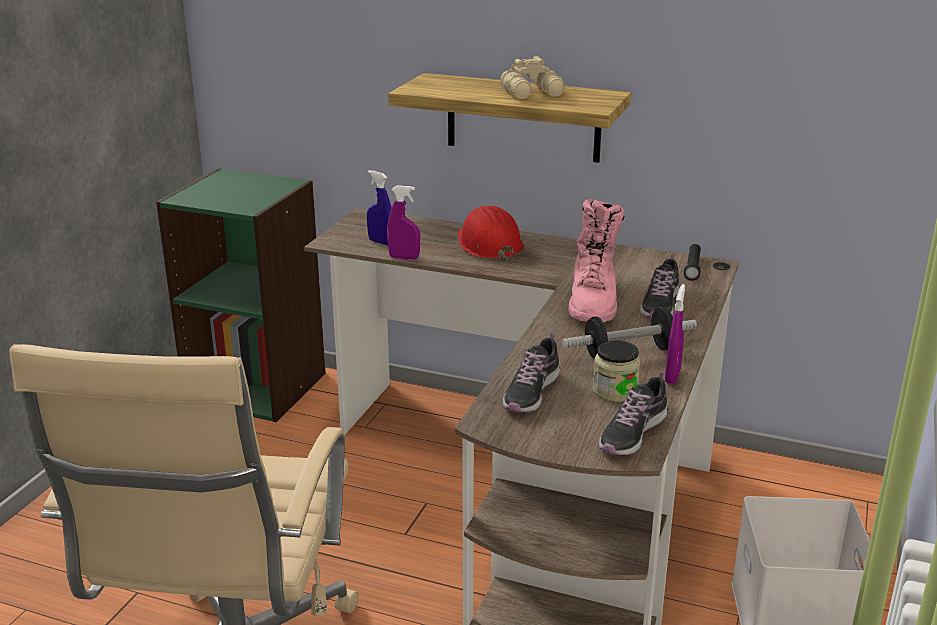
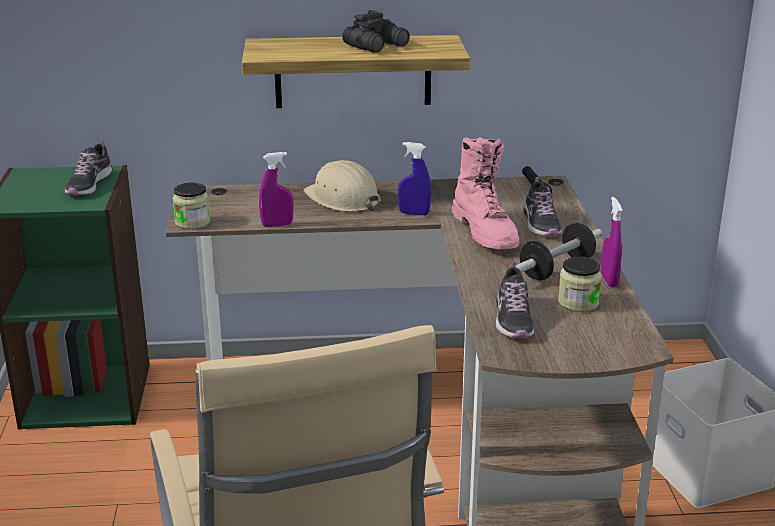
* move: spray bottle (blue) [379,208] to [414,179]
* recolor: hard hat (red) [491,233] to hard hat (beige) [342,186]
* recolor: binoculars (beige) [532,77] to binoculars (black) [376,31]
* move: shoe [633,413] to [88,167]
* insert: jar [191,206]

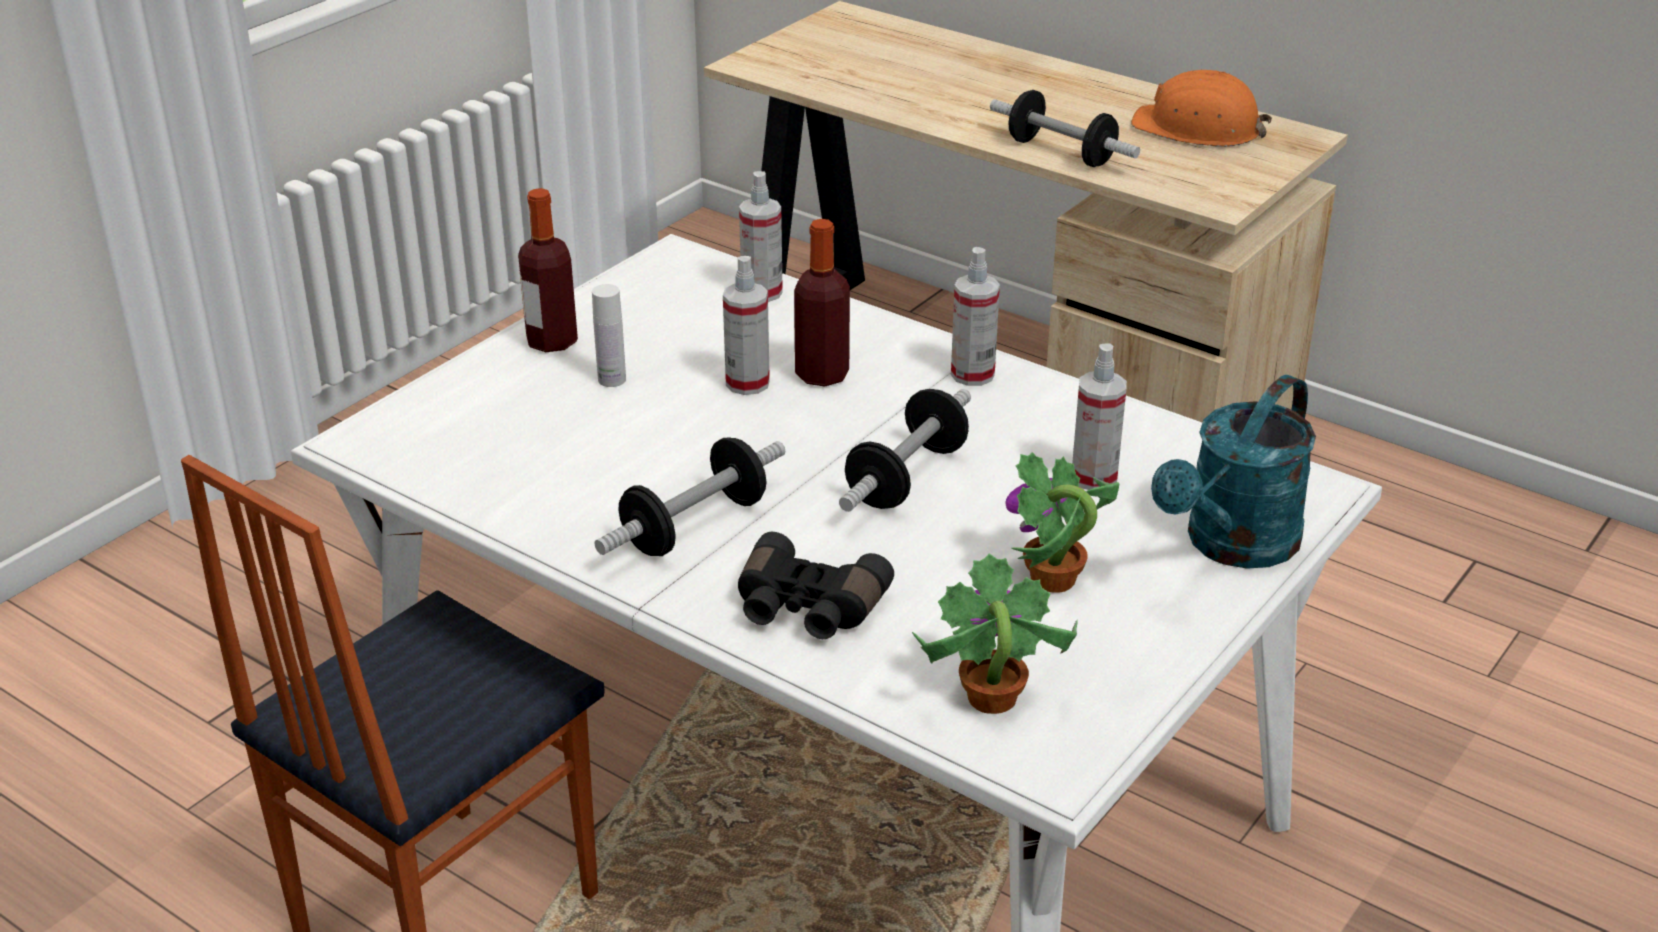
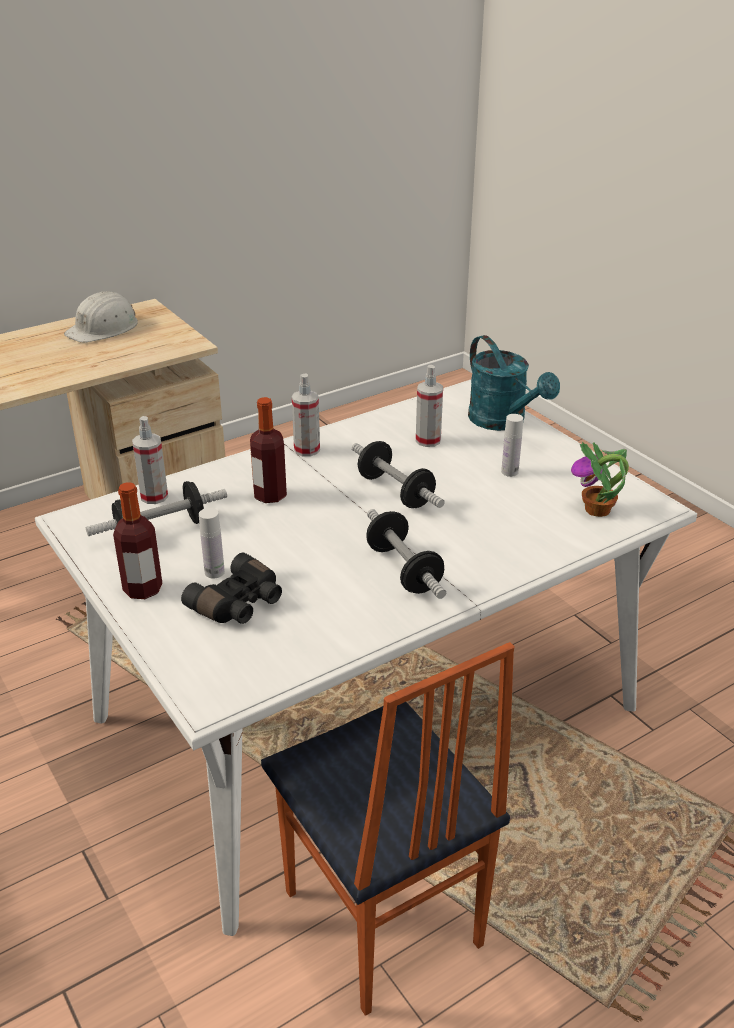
* delete: spray bottle [746,325]
* move: binoculars (black) [816,585] to [231,588]
* move: dumbbell [1065,128] to [156,508]
* replace: potted plant [1062,522] to bottle (white) [512,445]
* recolor: hard hat (orange) [1201,108] to hard hat (white) [101,317]

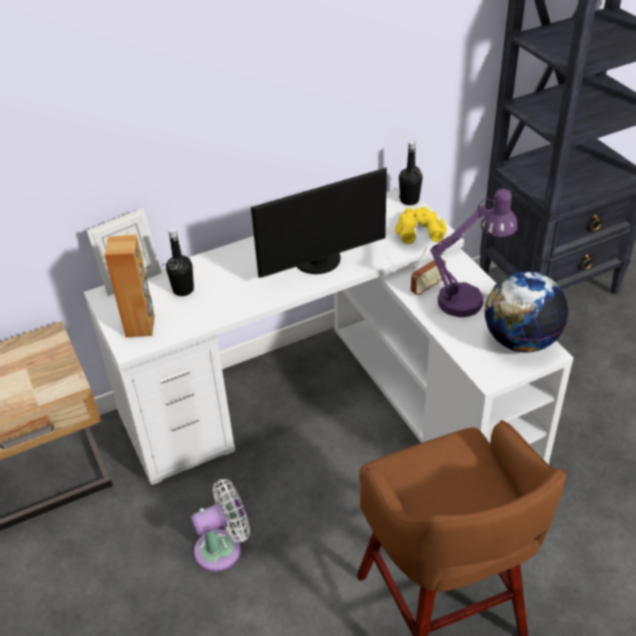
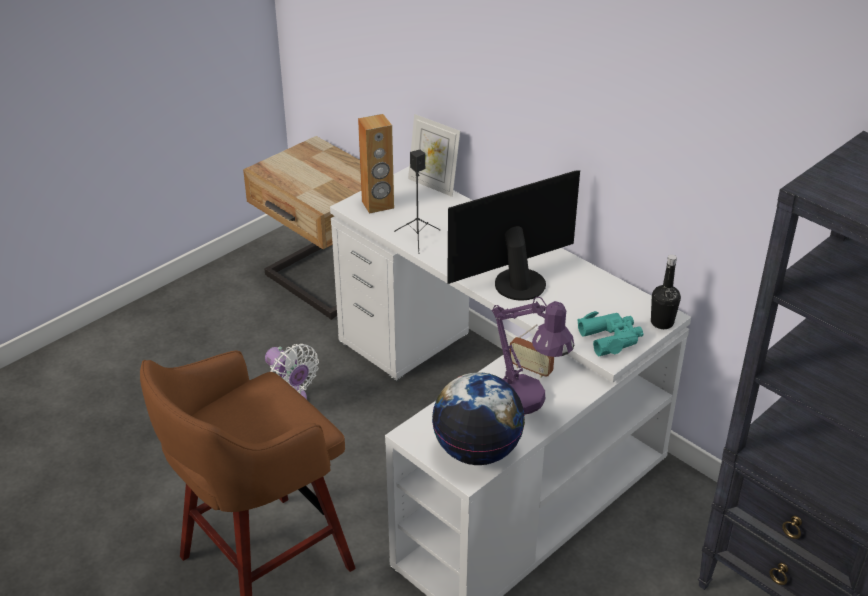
* delete: bottle (black) [180,262]
* rotate: monitor [319,222] = [513,235] 105 degrees clockwise
* recolor: binoculars (yellow) [421,225] to binoculars (turquoise) [611,333]
* insert: speaker (black) [417,202]

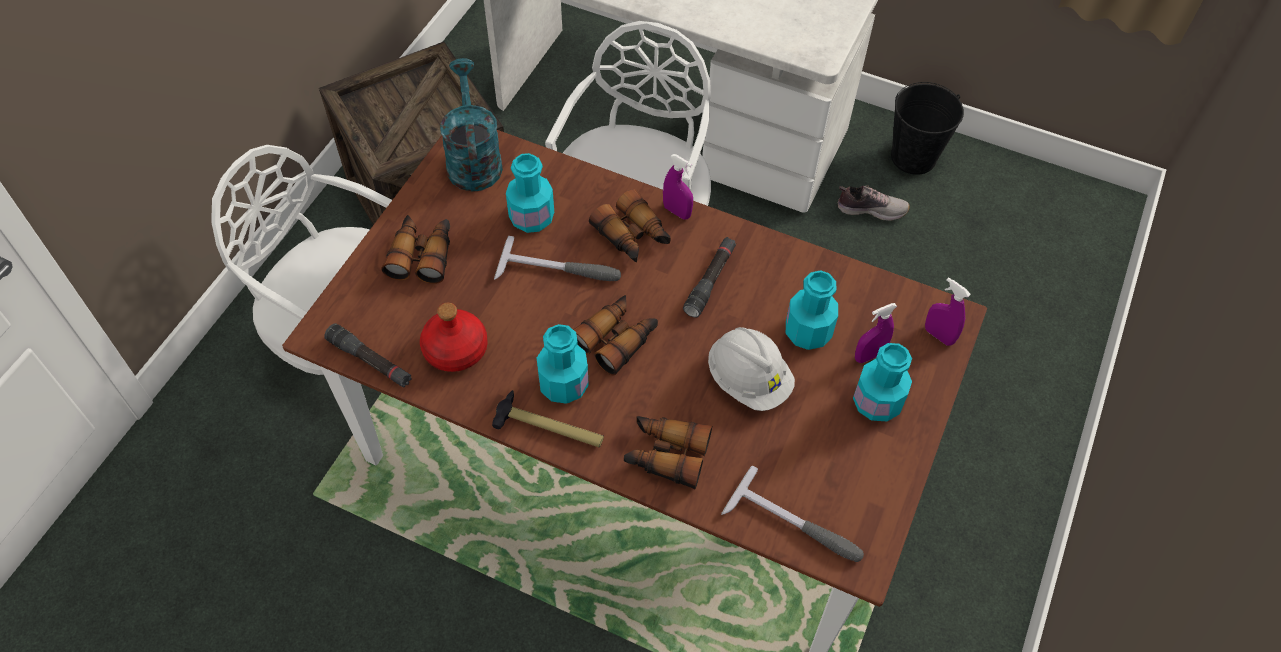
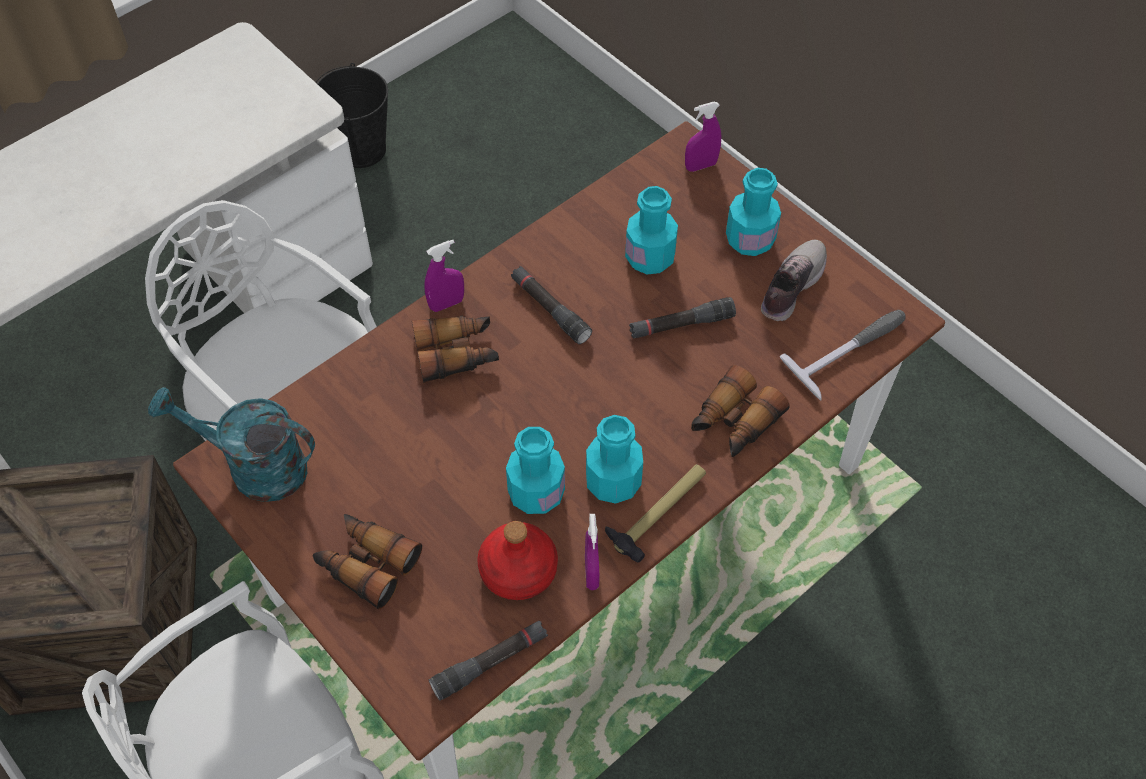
* delete: hammer [557,258]
* move: bottle (turquoise) [530,193] to [535,470]
* delete: binoculars [615,335]
* replace: hard hat (white) [751,369] to flashlight (black) [682,318]
* move: shoe [874,203] to [794,280]
* move: spray bottle (purple) [876,333] to [592,552]

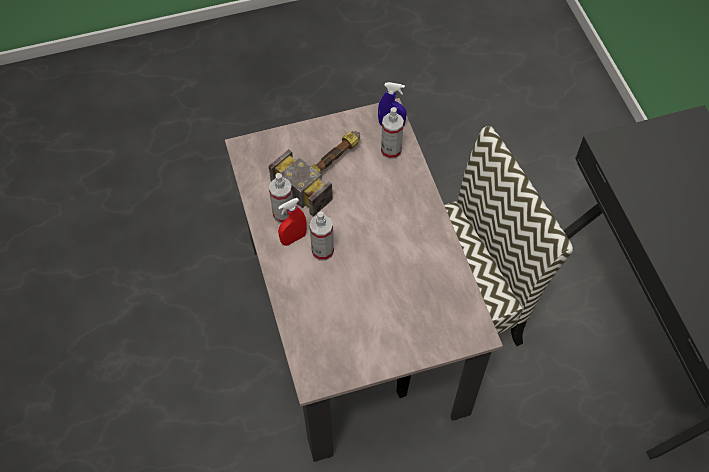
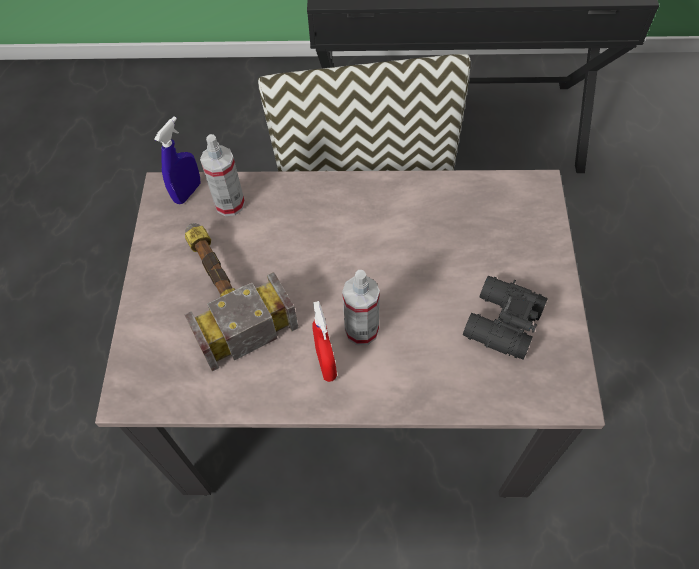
* delete: spray bottle [281,198]
* insert: binoculars (black) [505,318]

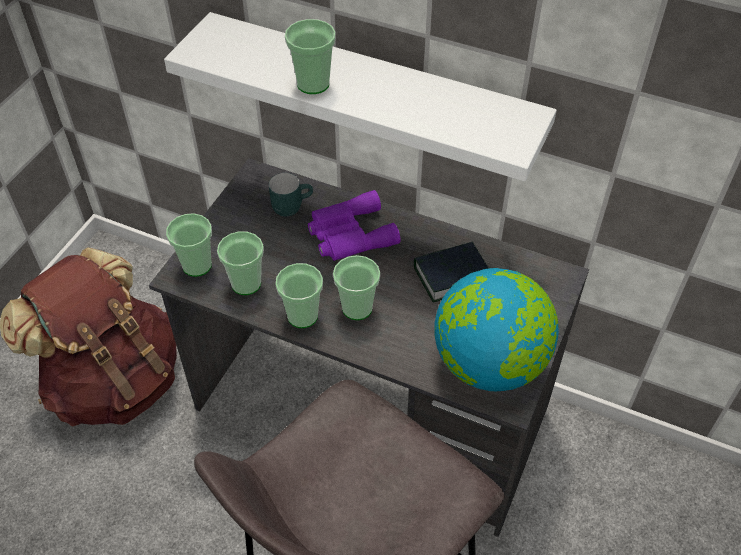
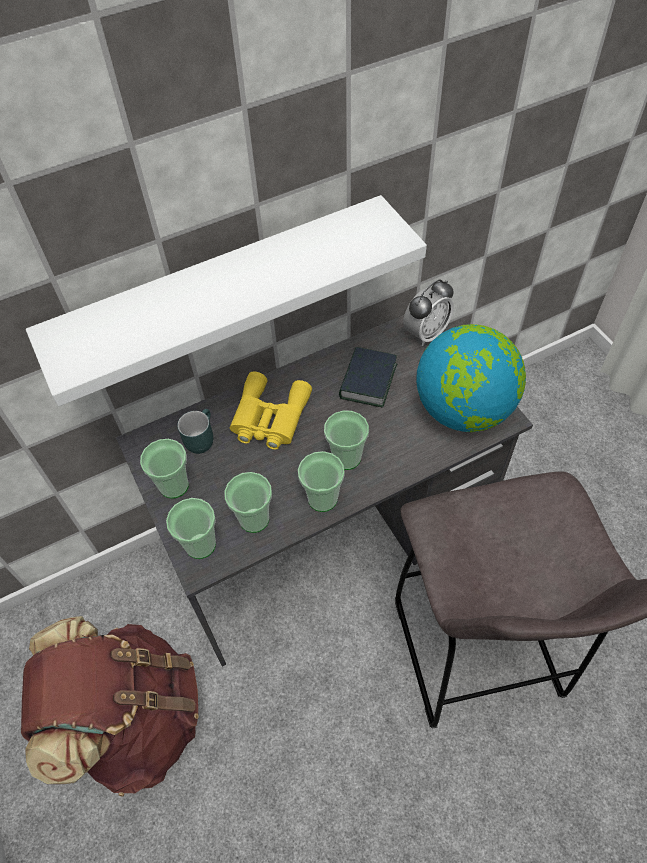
* move: cup [310,56] to [164,469]
* recolor: binoculars (purple) [354,225] to binoculars (yellow) [271,411]
* insert: alarm clock [428,312]

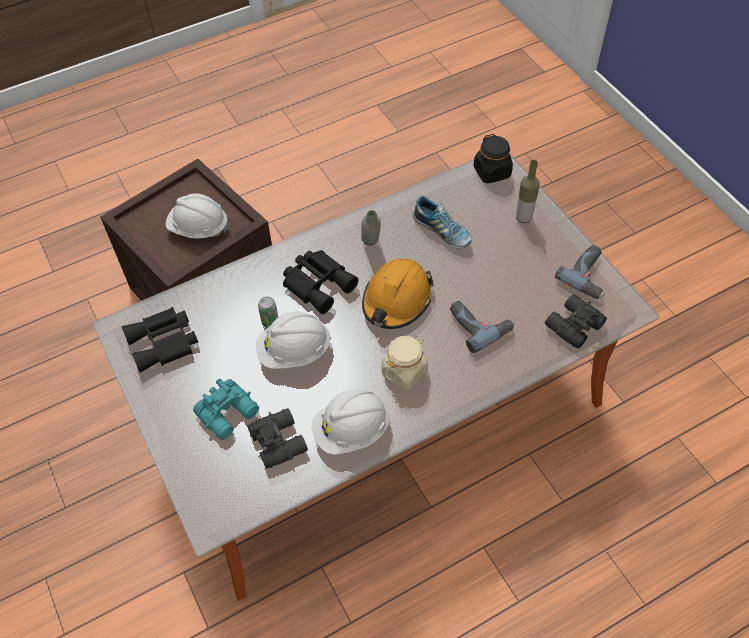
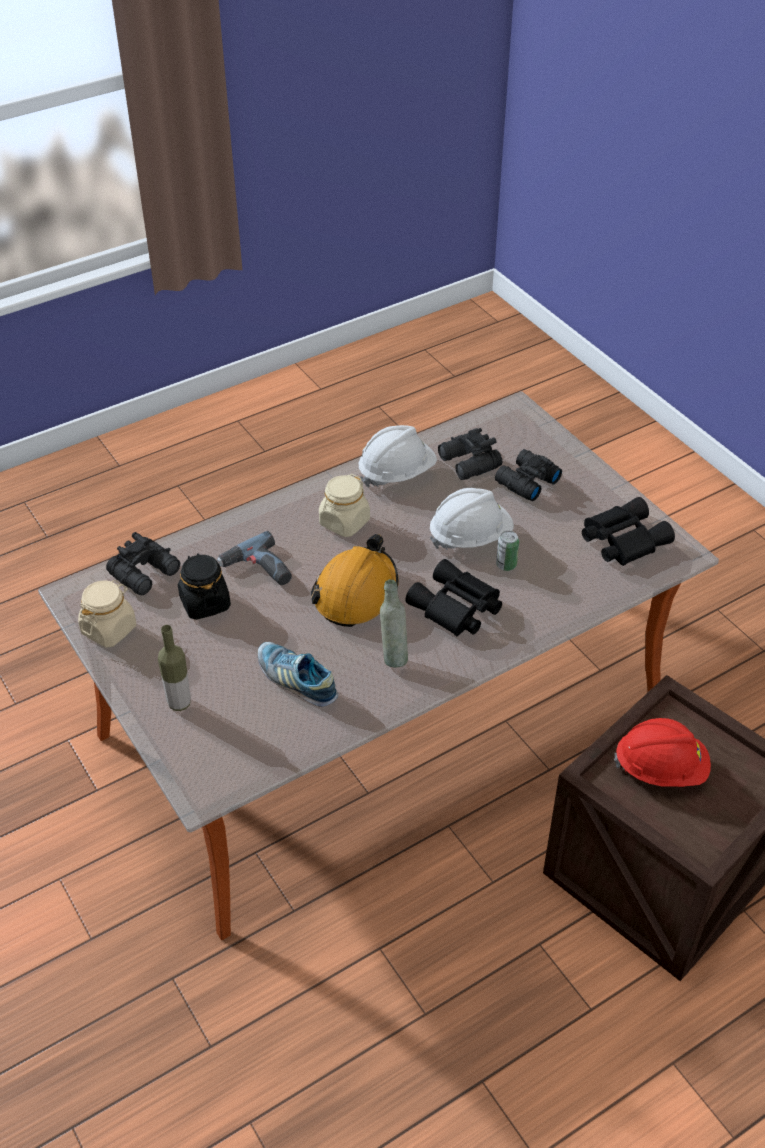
* recolor: hard hat (white) [197,216] to hard hat (red) [662,752]
* recolor: binoculars (turquoise) [226,409] to binoculars (black) [528,475]
* move: jar (black) [493,159] to [204,586]
* replace: power drill [579,272] to jar (beige) [107,613]

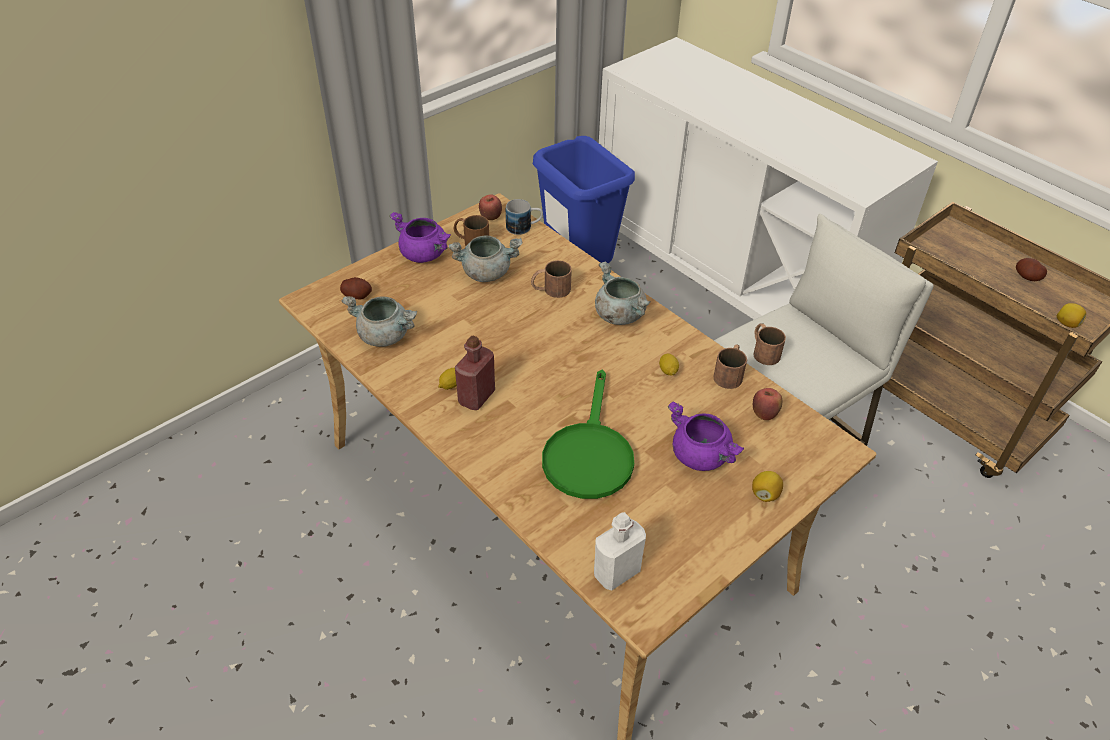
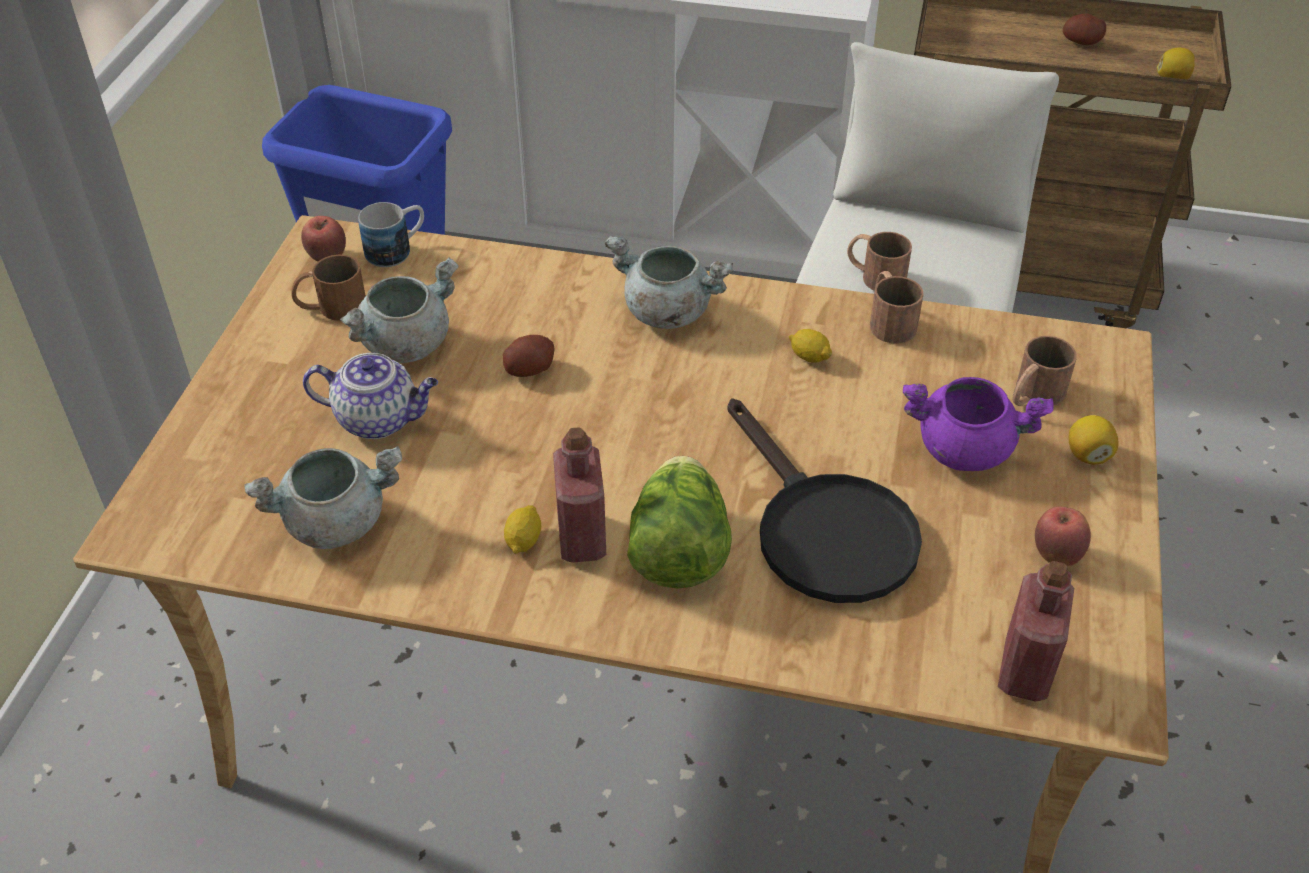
* move: potato [356,288] to [529,356]
* delete: cooking pot (purple) [420,237]
* move: mug (brown) [551,279] to [1045,371]
* recolor: frying pan (green) [588,434] to frying pan (black) [824,500]
* recolor: bottle (white) [620,551] to bottle (red) [1036,631]
* move: apple [767,404] to [1063,536]
* insert: teapot [370,396]
* insert: lettuce [679,522]

